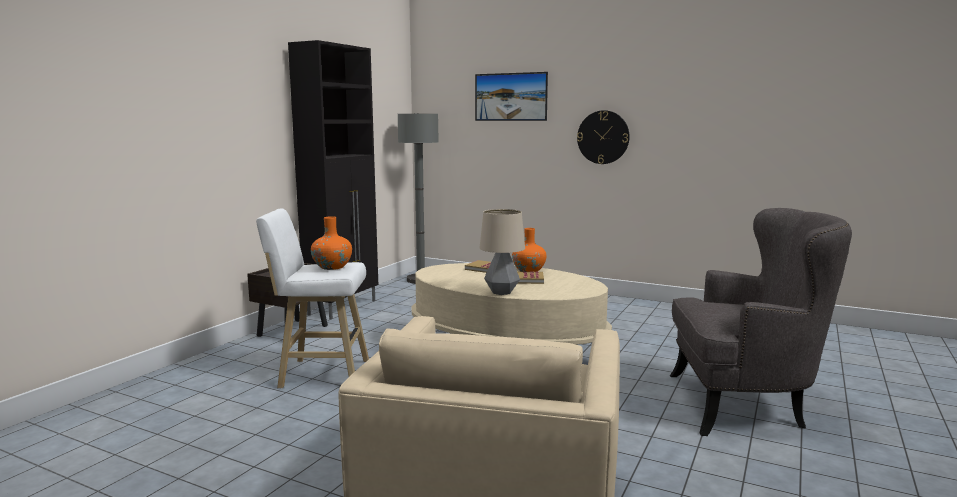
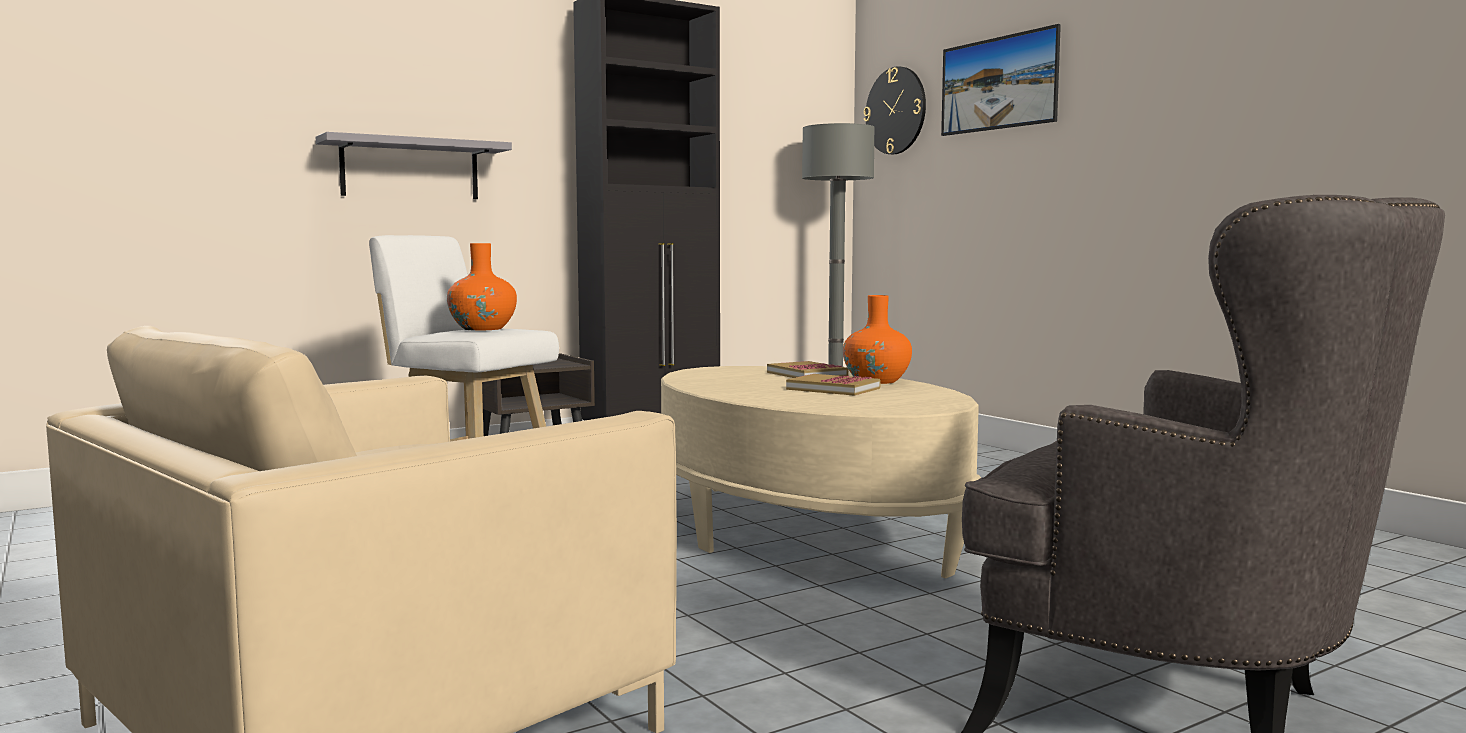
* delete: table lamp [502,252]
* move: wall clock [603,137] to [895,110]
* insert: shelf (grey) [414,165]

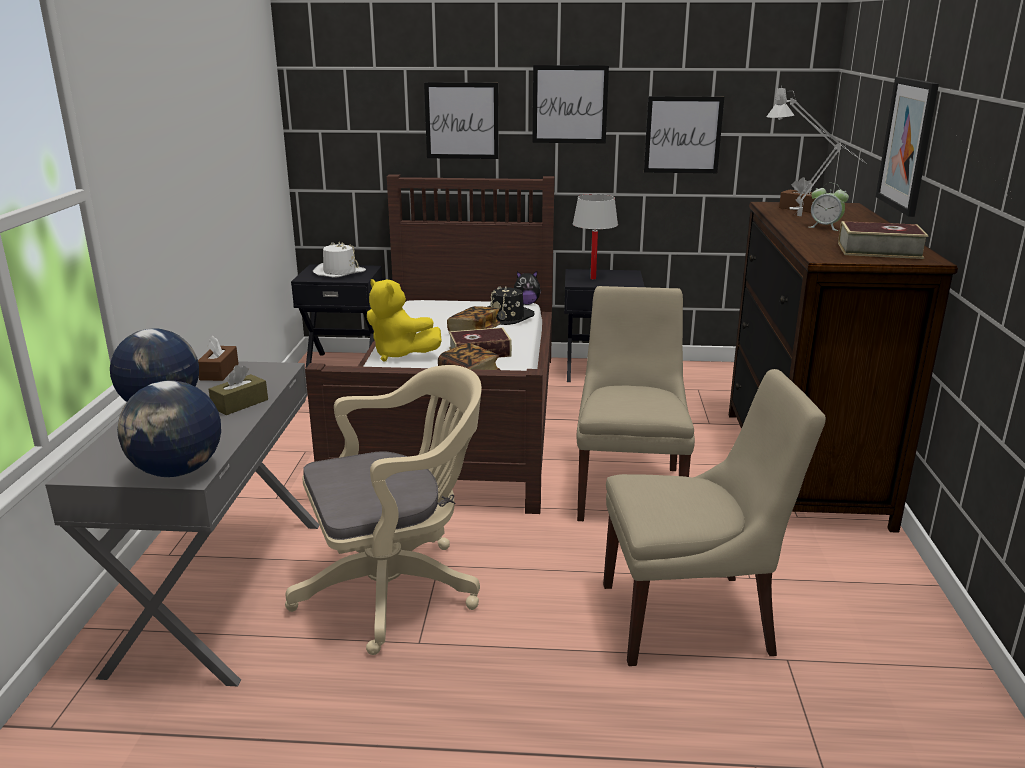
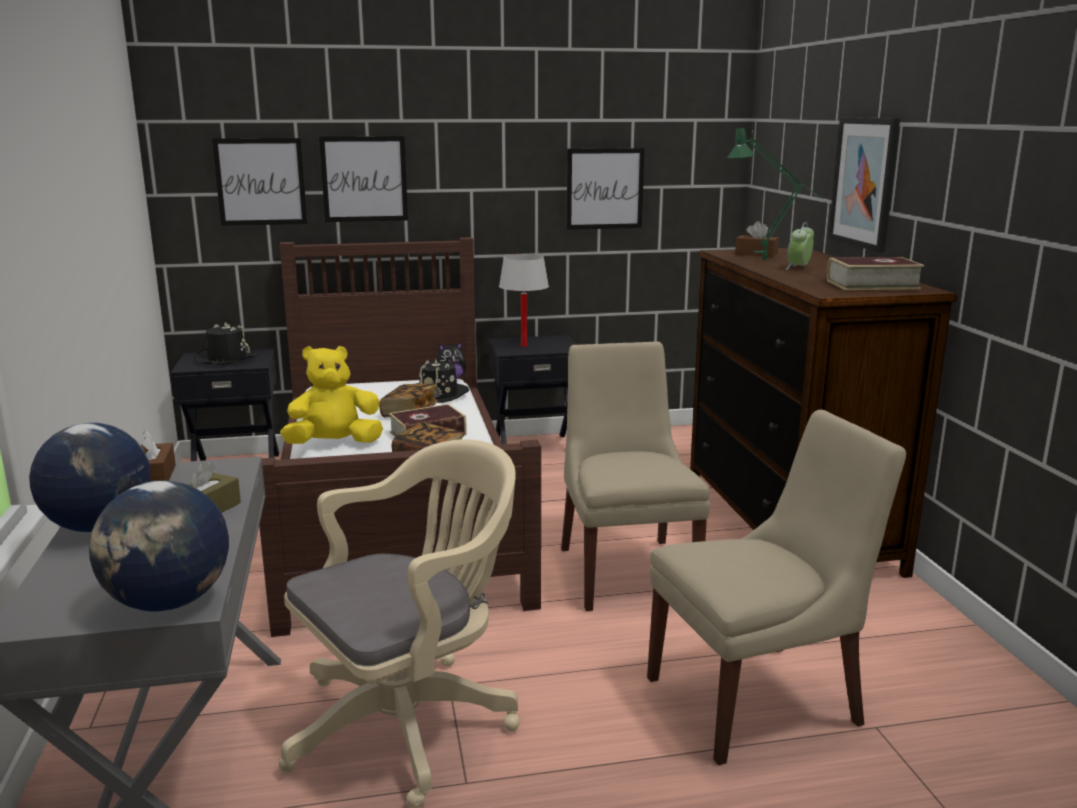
* recolor: hat (white) [339,260] to hat (black) [226,343]
* rotate: plush toy (yellow) [404,320] = [331,395] 135 degrees clockwise
* move: picture [571,104] to [259,182]
* recolor: table lamp (grey) [815,151] to table lamp (green) [777,193]
* rotate: alarm clock [829,207] = [799,246] 105 degrees clockwise

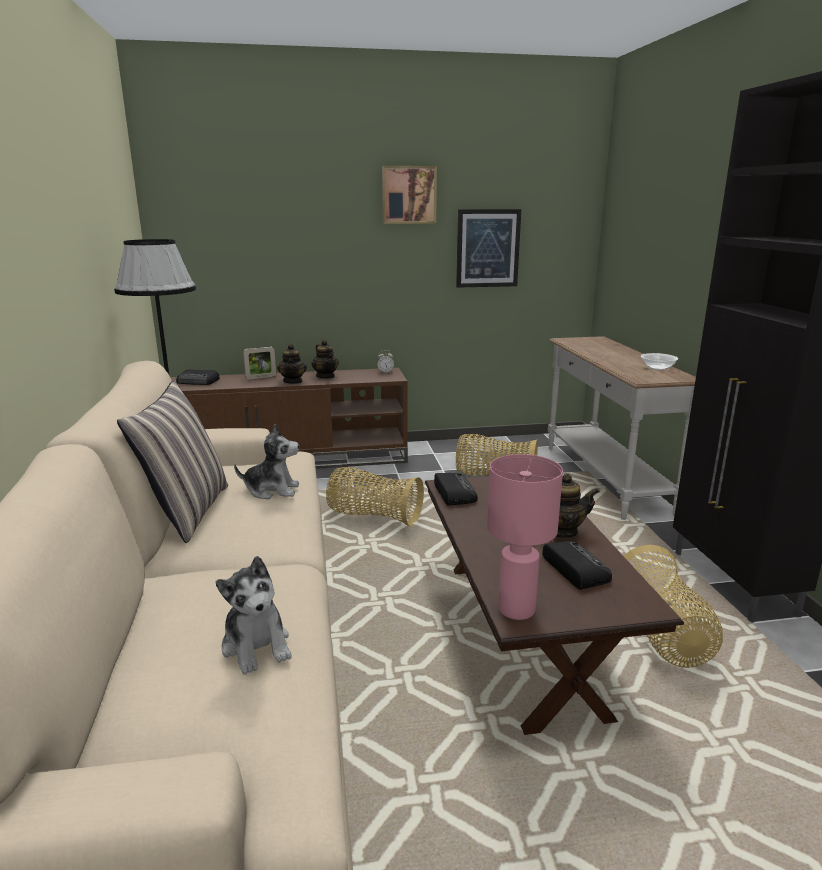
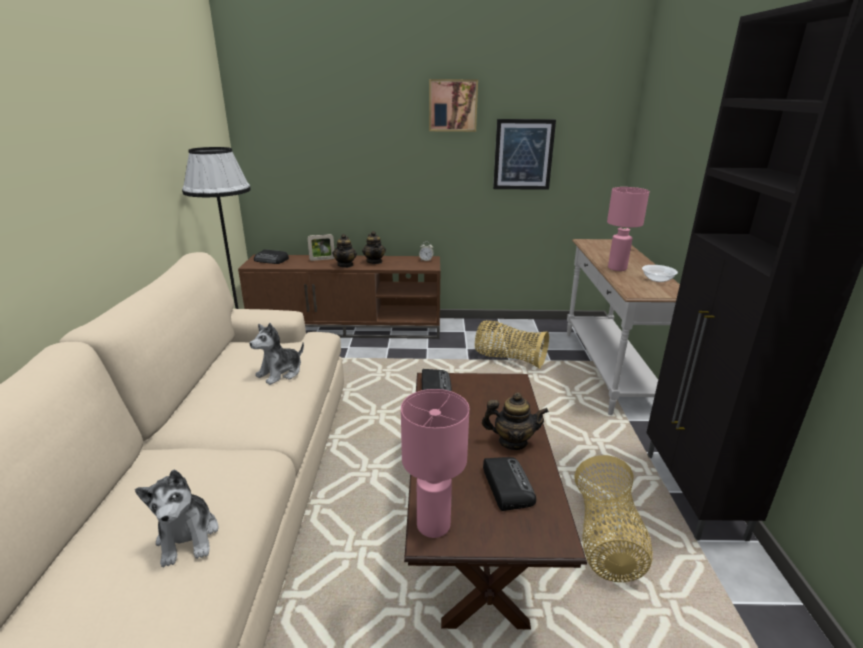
* delete: pillow [172,462]
* rotate: plush toy [266,461] = [277,354] 120 degrees clockwise
* delete: basket [375,497]
* insert: table lamp (pink) [628,229]

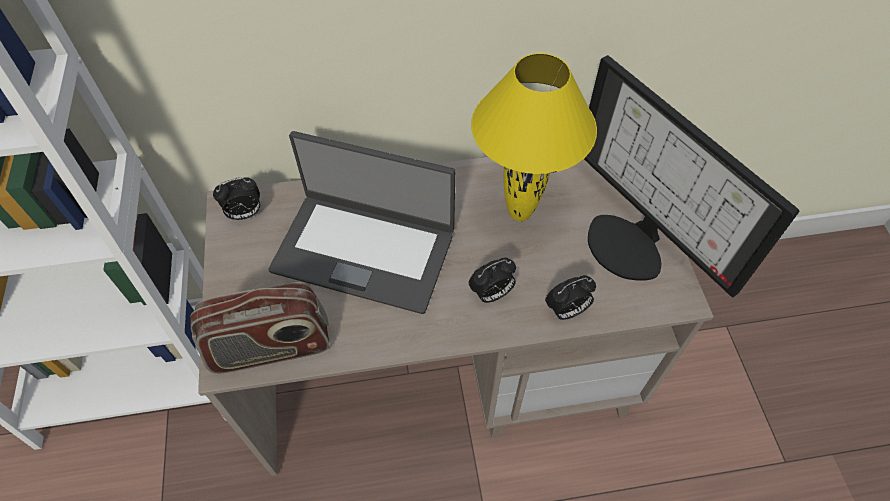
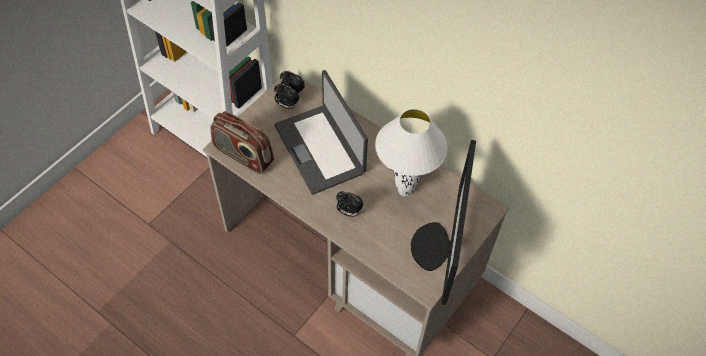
* recolor: table lamp (yellow) [534,137] to table lamp (white) [411,152]
* move: alarm clock [570,297] to [286,96]

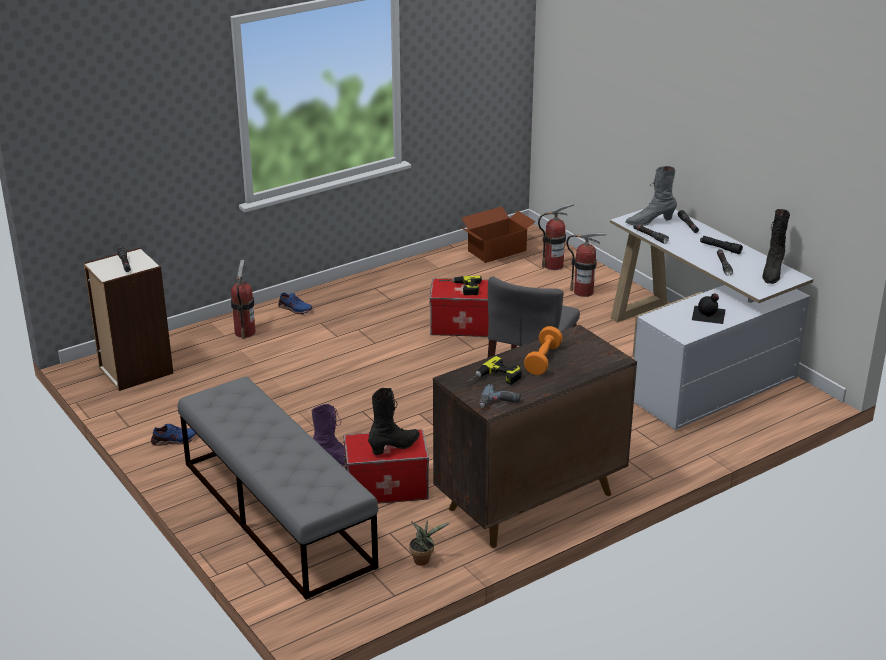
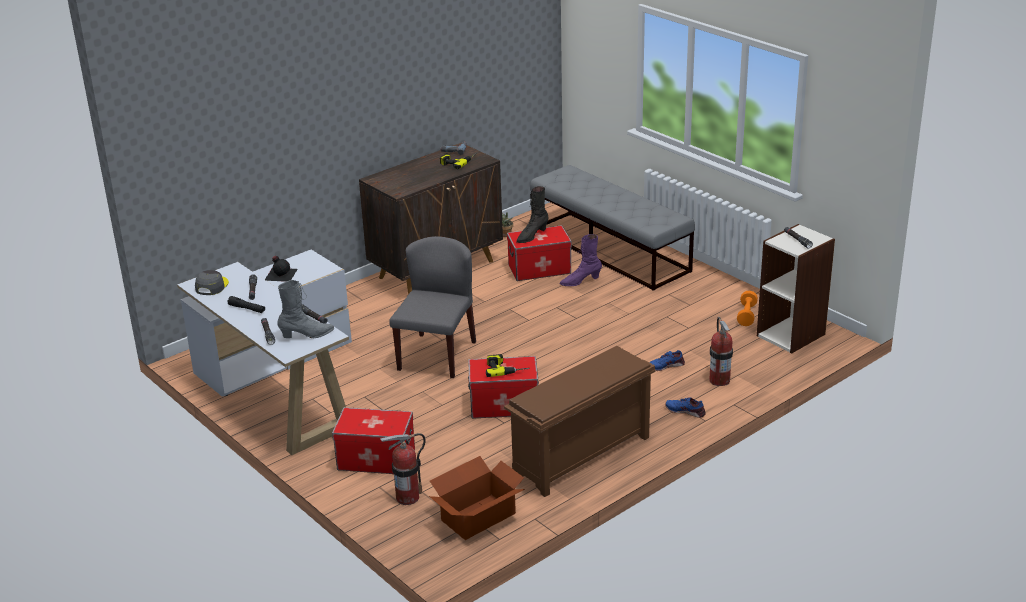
* move: shoe (blue) [173,435] to [667,360]
* move: dumbbell (orange) [543,350] to [747,308]
* replace: fire extinguisher [586,265] to storage box [373,440]
* replace: boot (black) [776,246] to cap (grey) [212,282]
* insert: shoe rack (brown) [579,421]

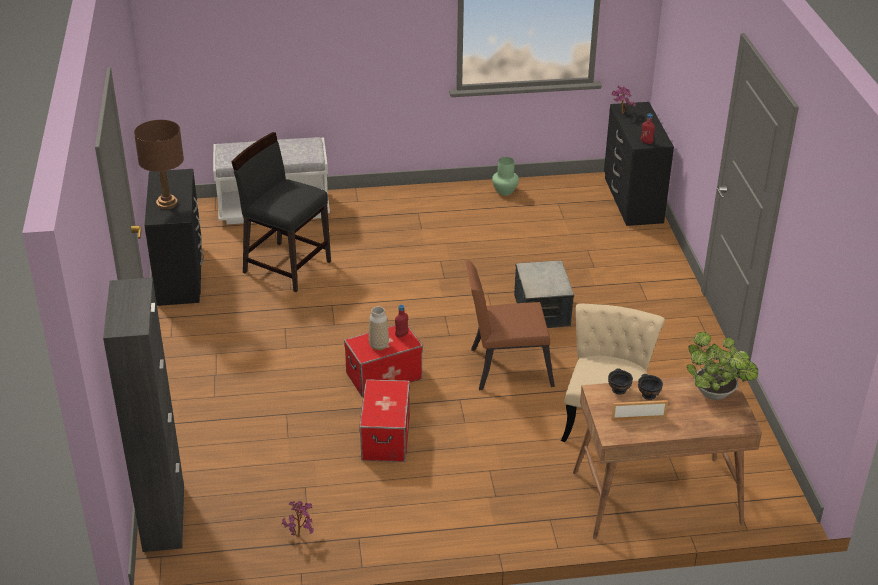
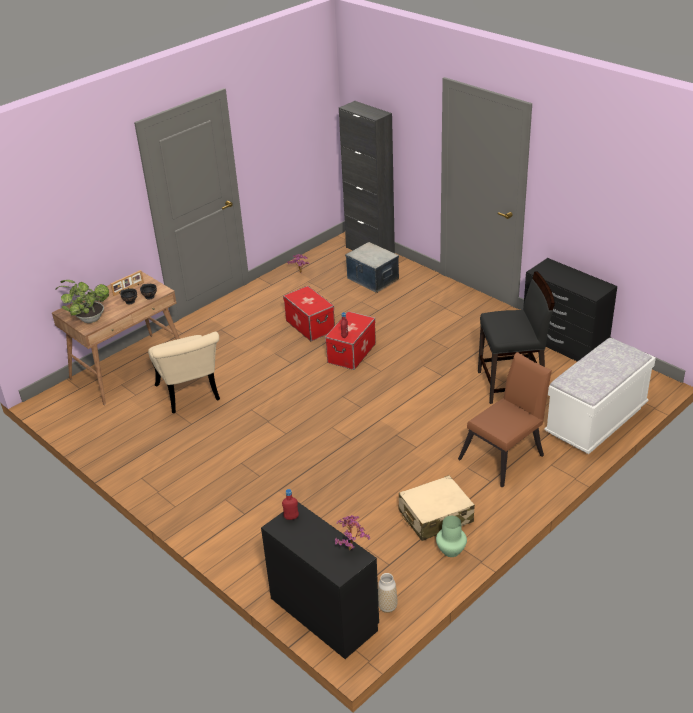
* delete: table lamp (brown) [159,165]
* move: vase [379,328] to [388,593]
* move: chair (brown) [510,325] to [505,420]
* move: storage box [544,294] to [372,267]
* insert: suitcase (beige) [436,508]

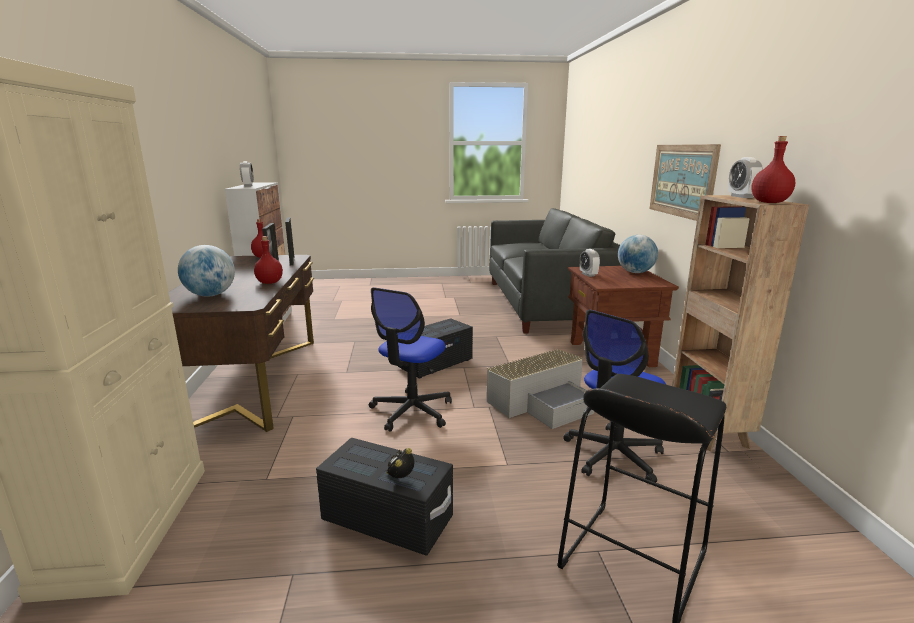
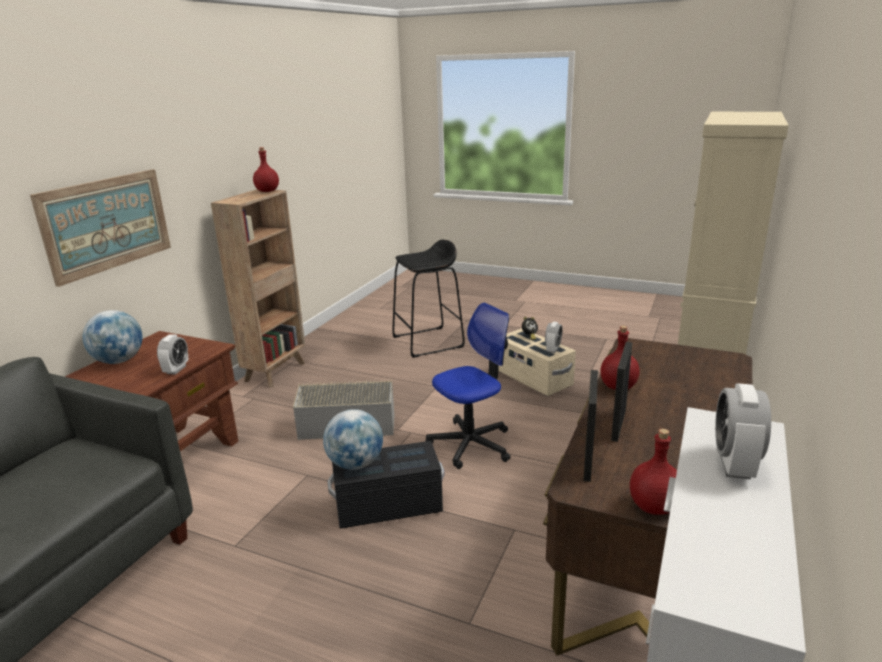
* move: globe [206,271] to [353,439]
* recolor: storage box (black) [384,496] to storage box (beige) [537,362]
* delete: office chair [614,396]
* move: alarm clock [745,177] to [554,337]

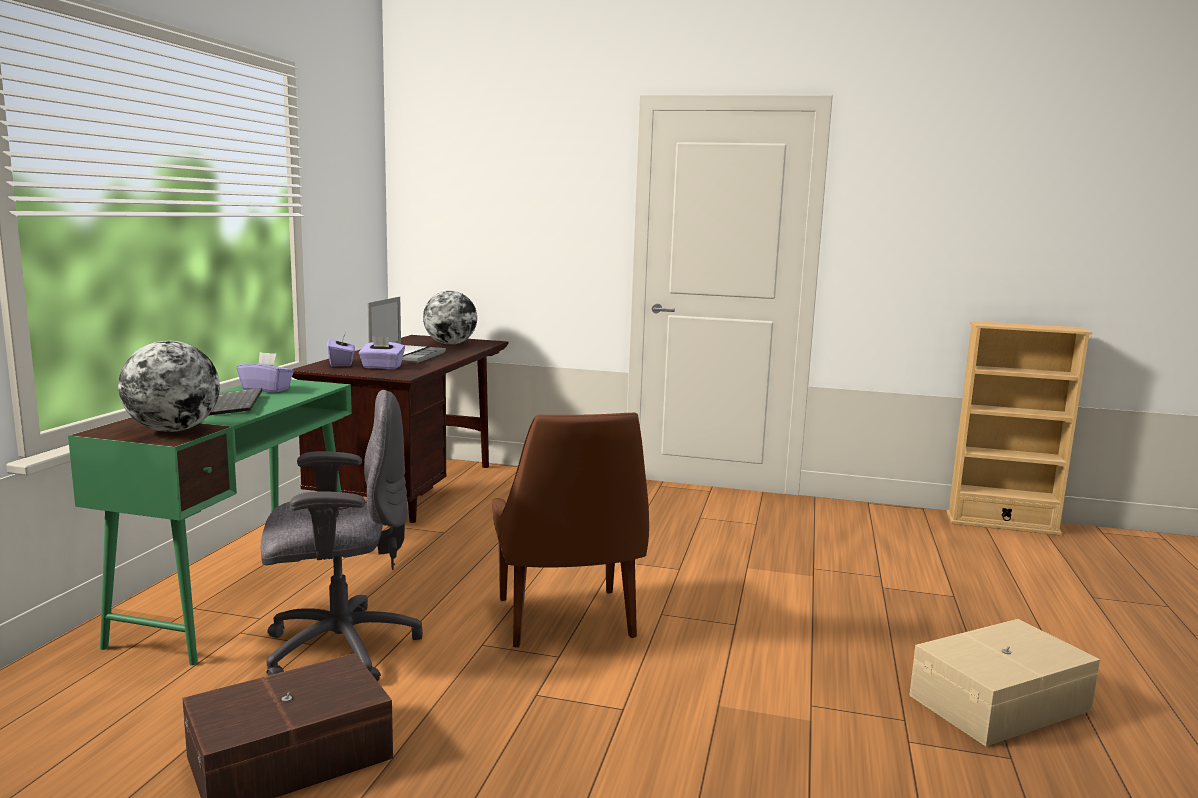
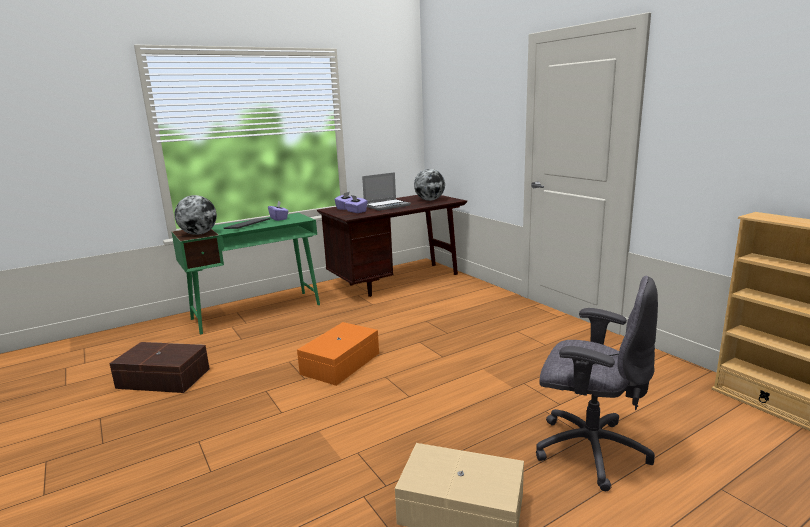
* move: office chair (grey) [342,535] to [597,383]
* replace: chair (brown) [570,530] to storage box (orange) [338,354]

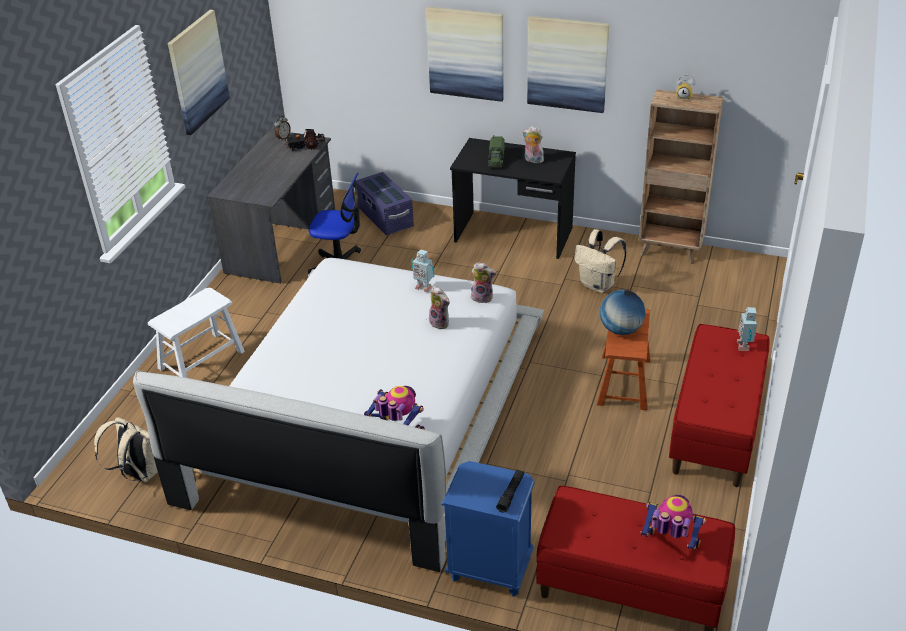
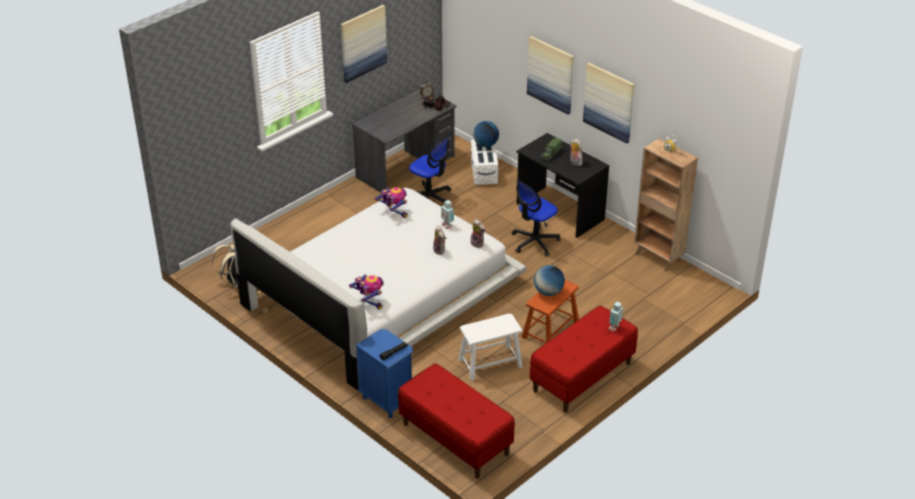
* move: stool (white) [196,333] to [490,347]
* recolor: storage box (purple) [384,203] to storage box (white) [485,162]
* delete: backpack (beige) [600,261]
* move: toy robot [673,522] to [391,202]
* insert: globe [486,134]
* insert: office chair [535,218]

